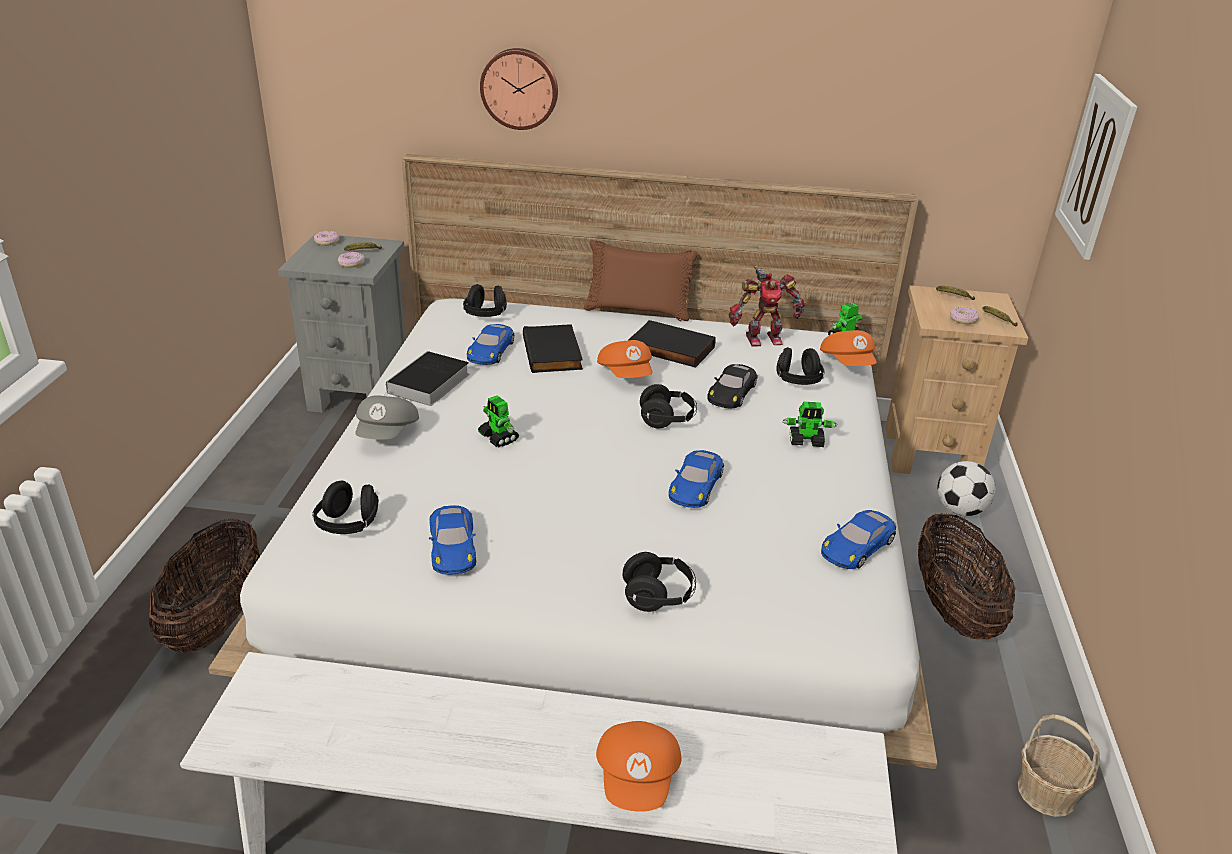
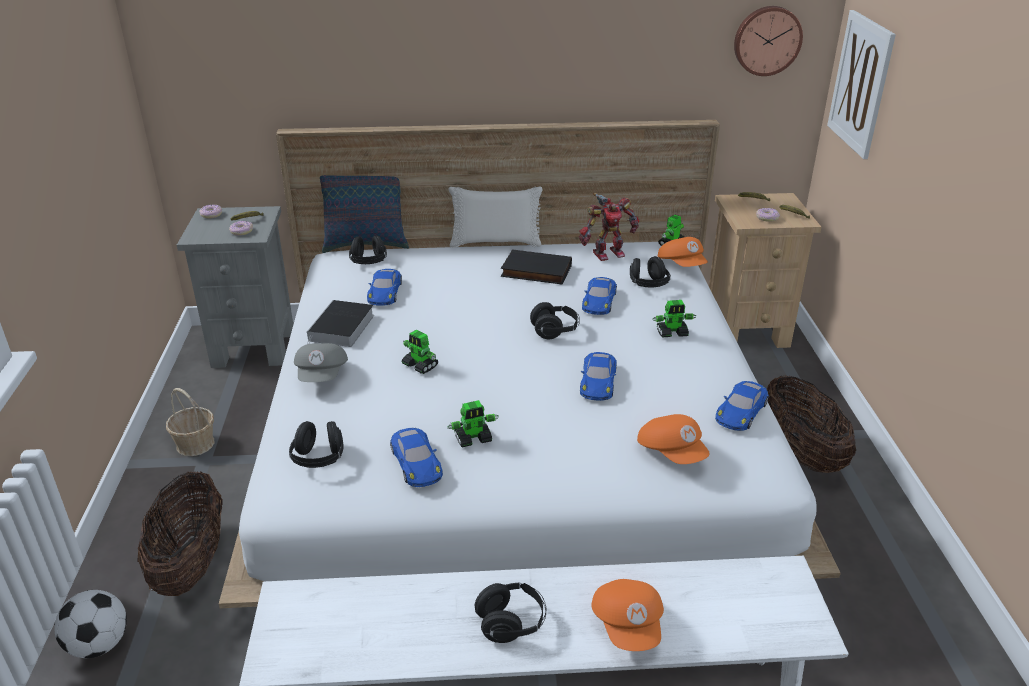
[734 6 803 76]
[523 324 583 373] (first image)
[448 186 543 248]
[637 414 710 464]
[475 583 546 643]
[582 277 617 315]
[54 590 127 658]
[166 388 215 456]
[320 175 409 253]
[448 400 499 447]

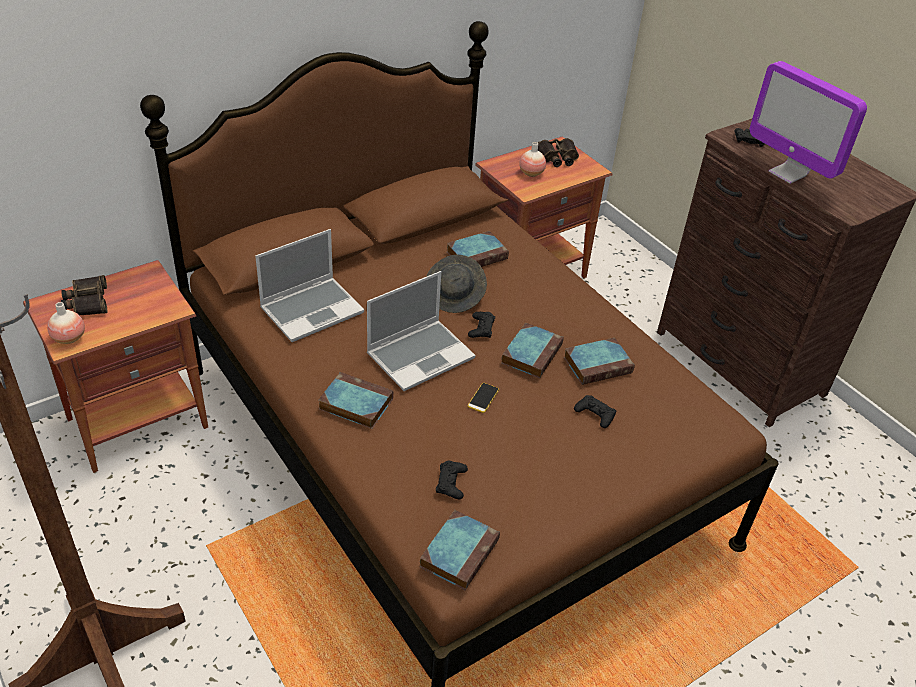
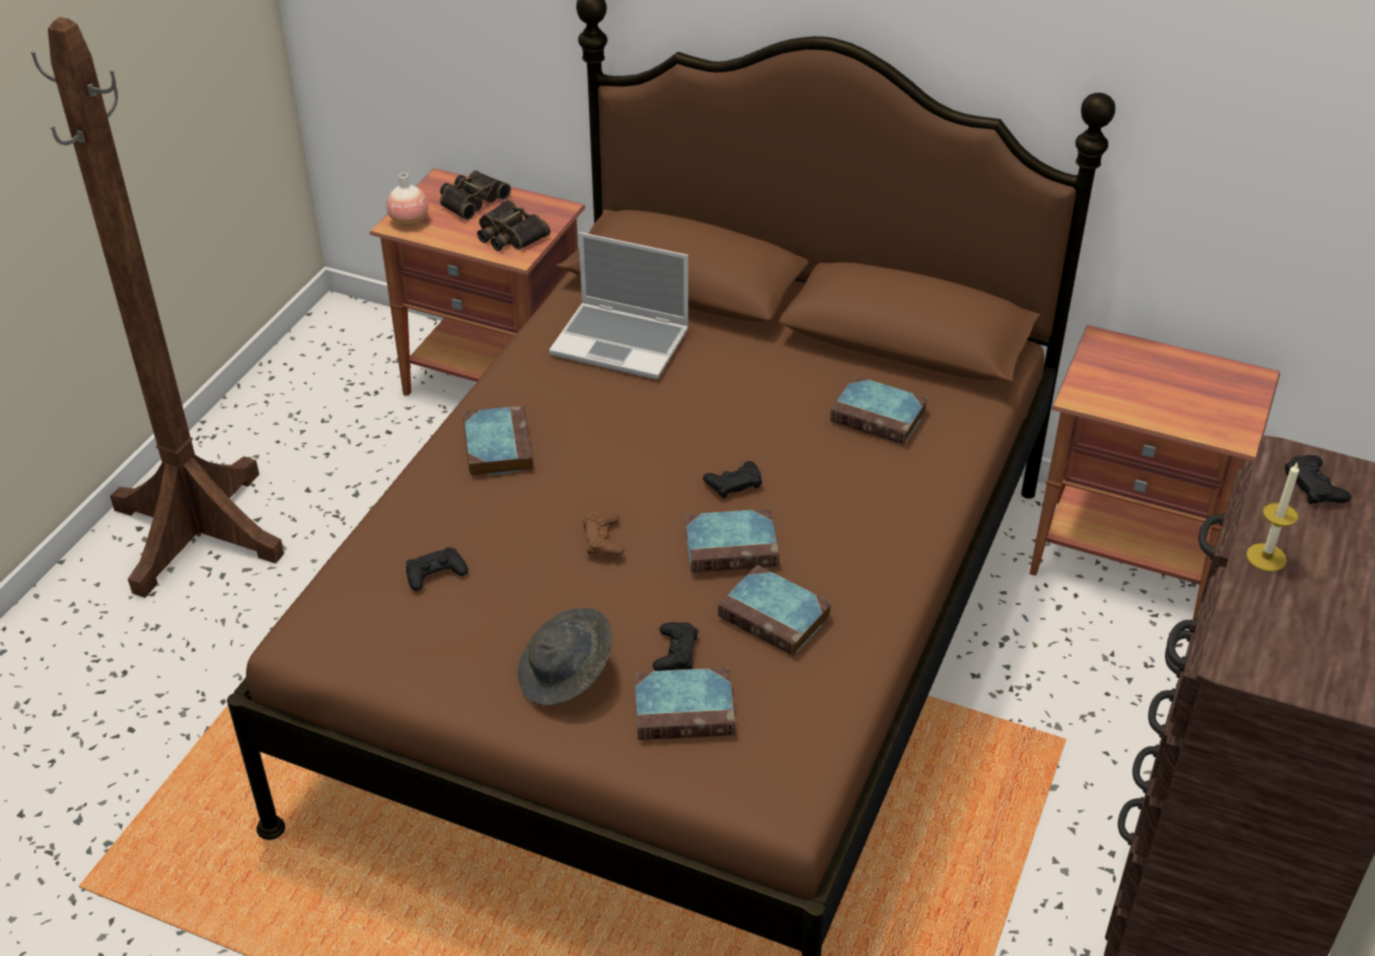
[367 271 475 391] (first image)
[635 667 735 740]
[517 608 612 706]
[583 512 624 556]
[519 142 546 177] (first image)
[477 200 550 251]
[1246 463 1299 572]

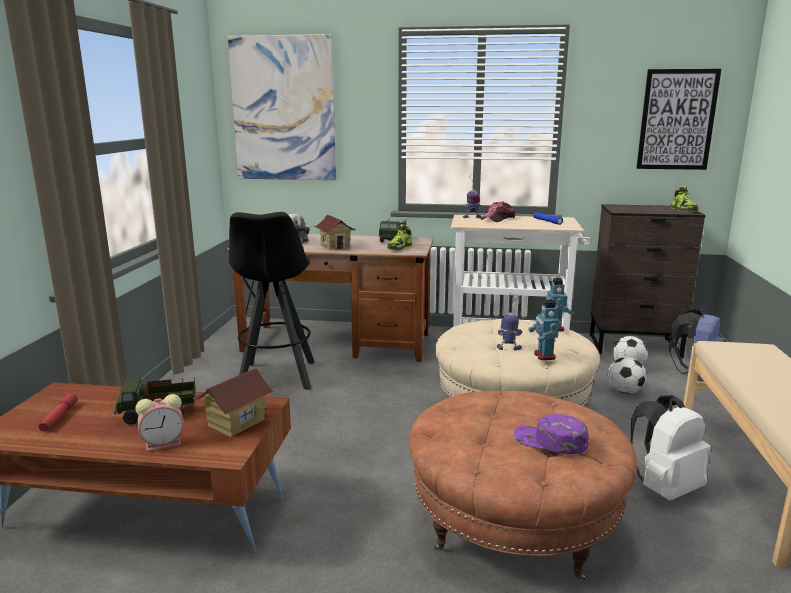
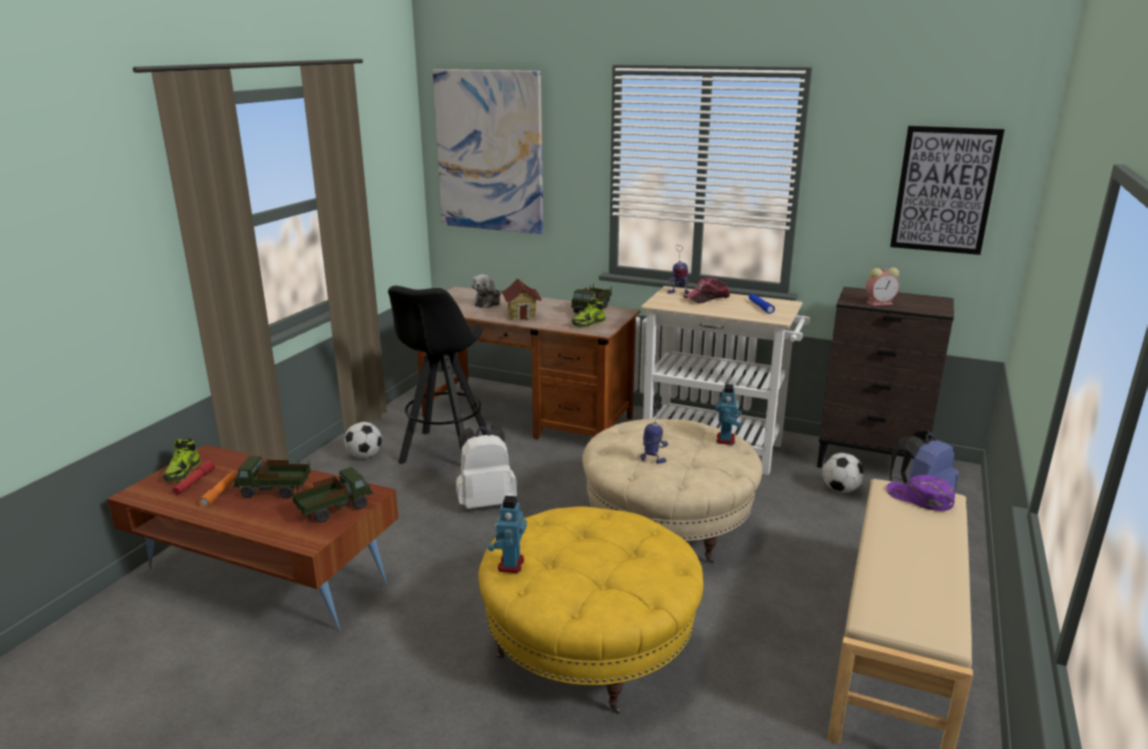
[866 267 899 306]
[292 467 373 522]
[478 506 703 714]
[887 475 955 511]
[488 496 527 573]
[344 422 382 459]
[456 425 517 509]
[163 438 201 482]
[199 471 238 507]

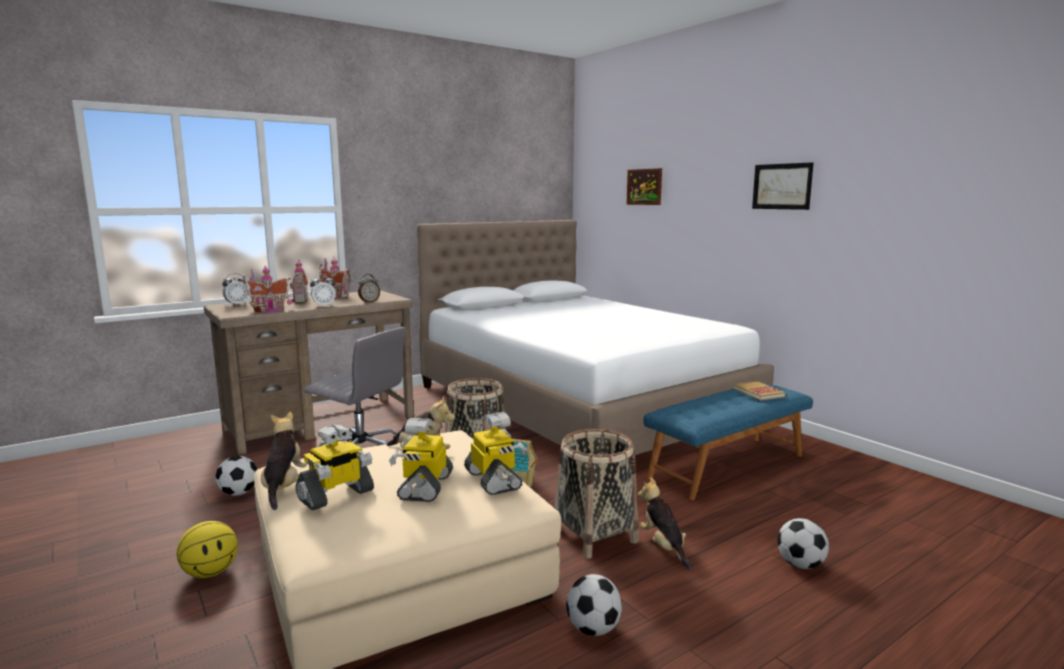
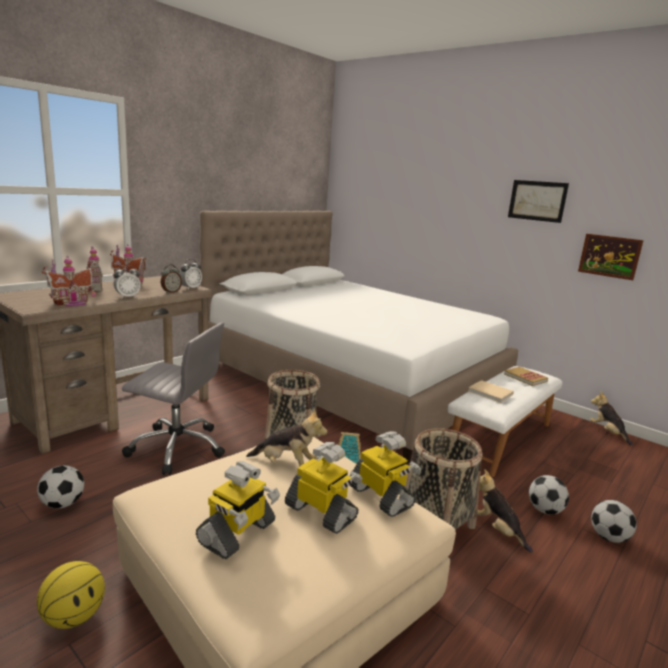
[179 259 202 290]
[590 392 633 446]
[285 442 362 534]
[529 475 569 515]
[578 234 644 280]
[448 366 563 477]
[468 380 514 403]

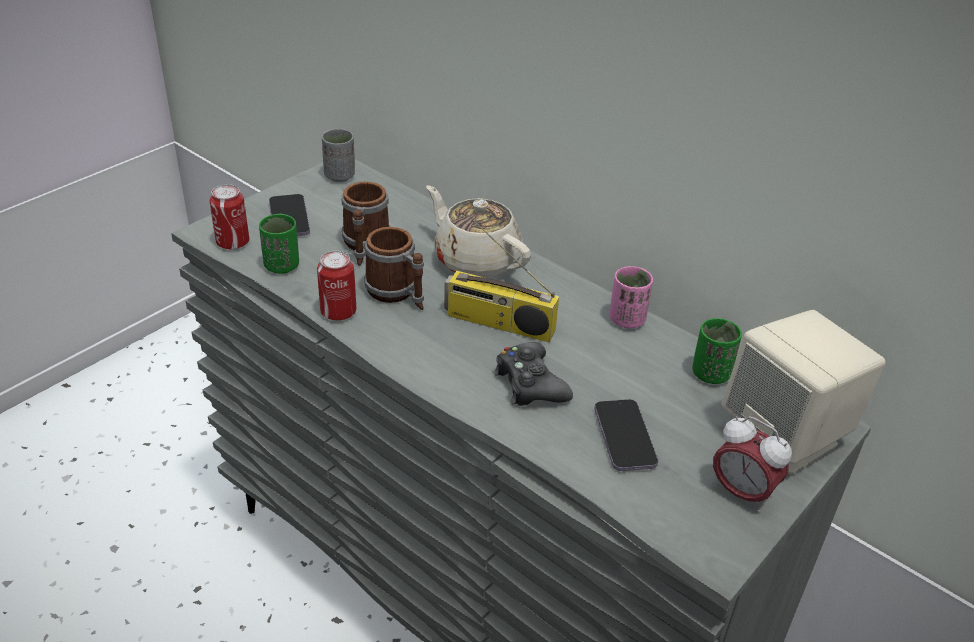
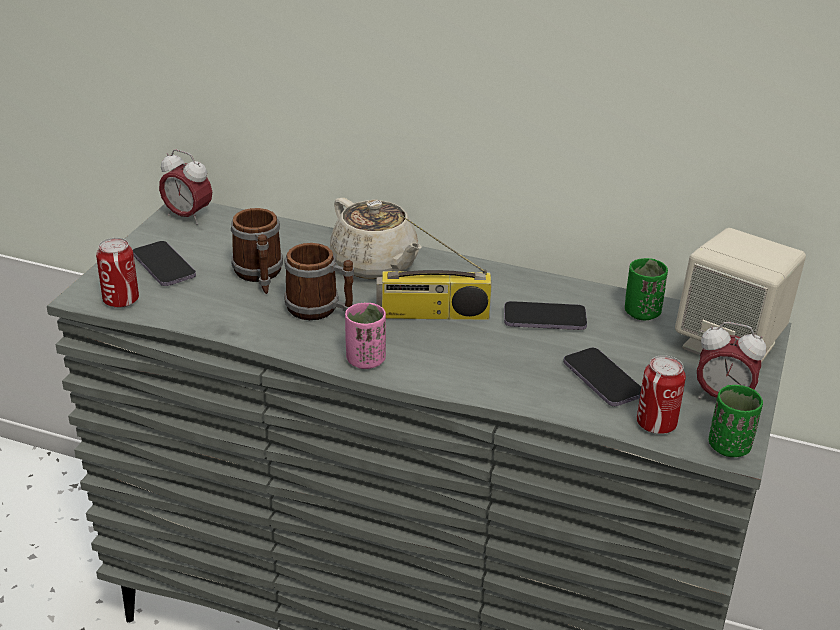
[708 385 763 457]
[637 355 686 434]
[159 149 212 225]
[330 198 422 279]
[494 342 573 406] (first image)
[345 303 386 369]
[504 301 587 330]

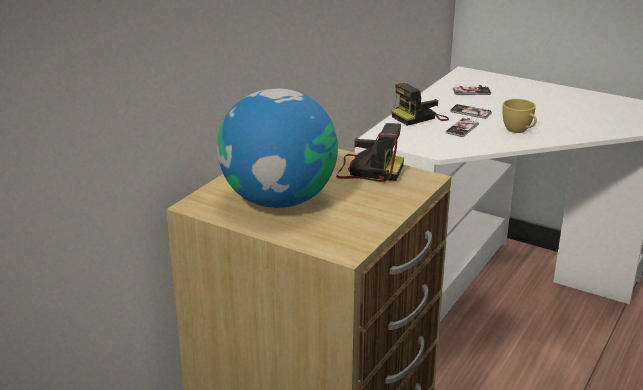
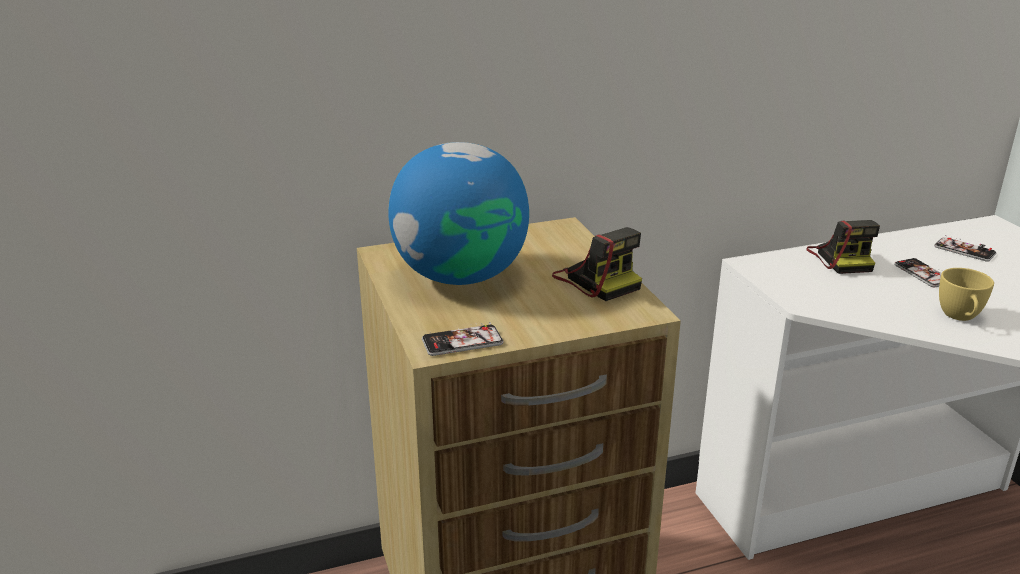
[806 220 880 274]
[422 322 503 356]

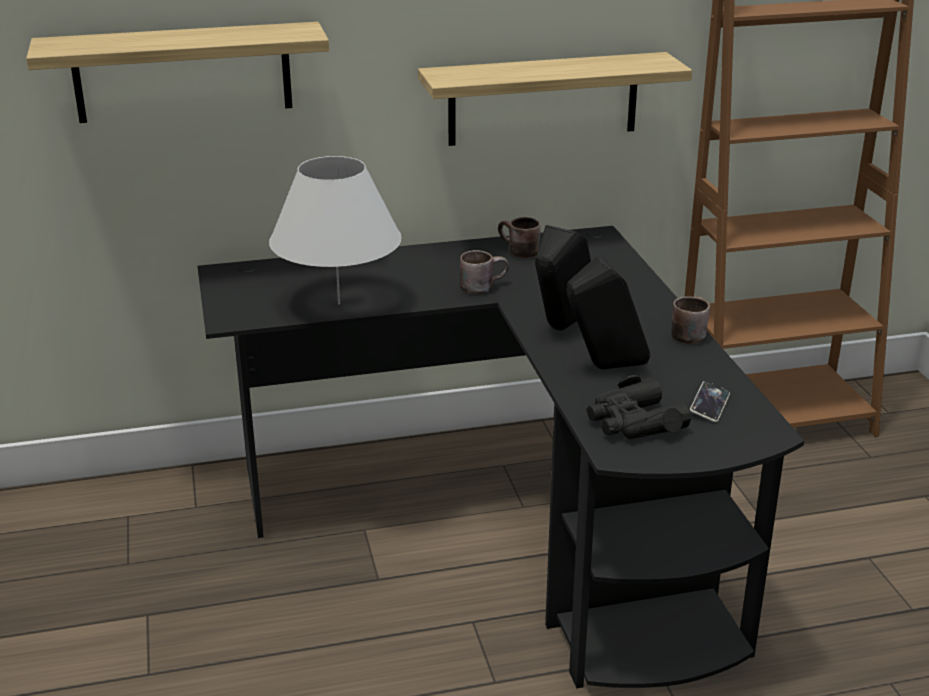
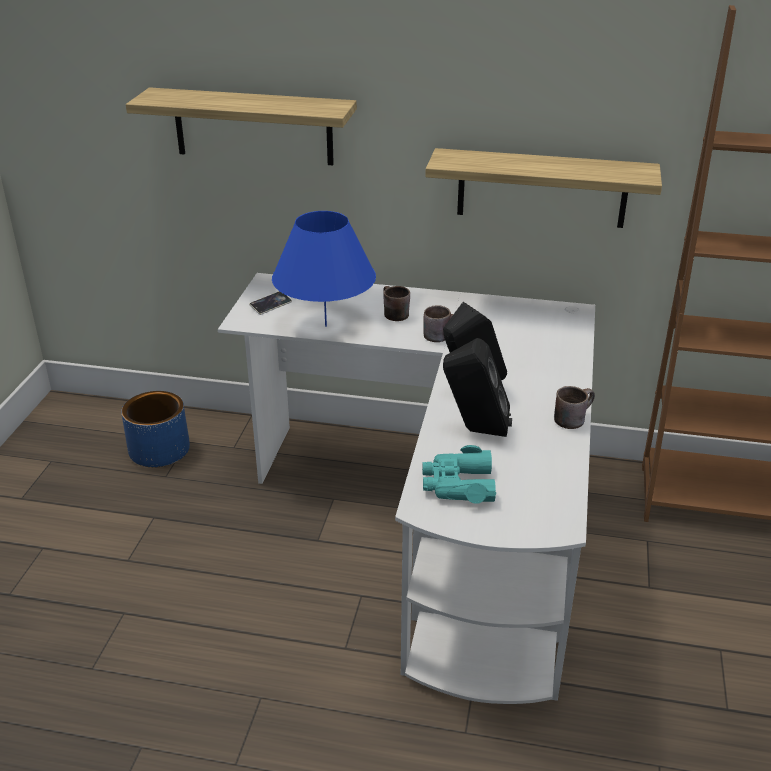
[218 273 595 704]
[272 211 376 327]
[383 286 410 321]
[422 445 496 504]
[249 291 292 315]
[121 391 190 468]

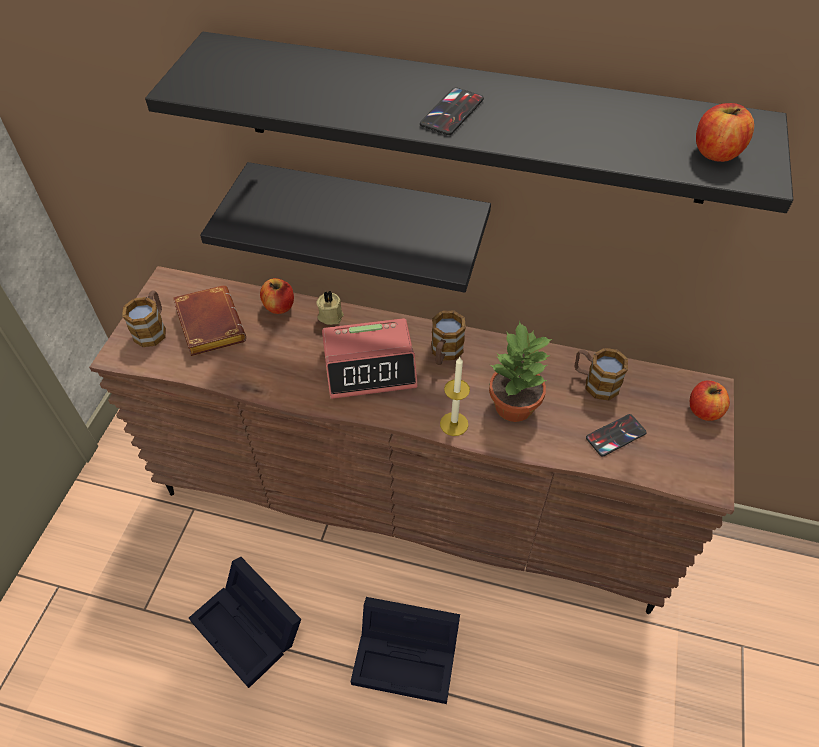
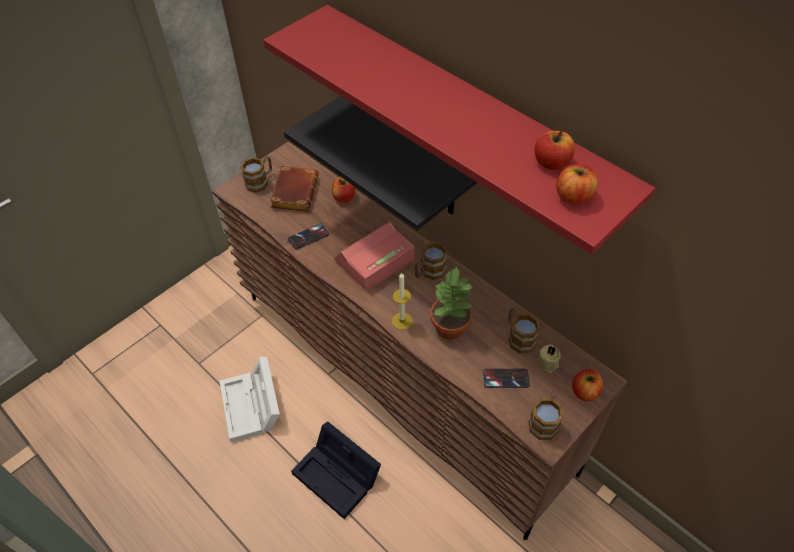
[263 5 655 255]
[220 357 280 442]
[536 344 561 373]
[334 221 415 291]
[288 224 329 250]
[529 390 564 440]
[535 131 575 170]

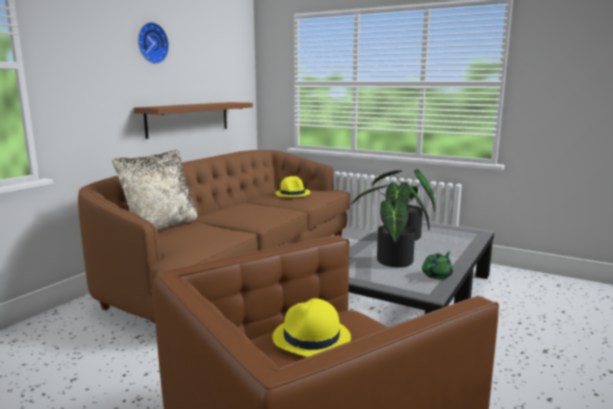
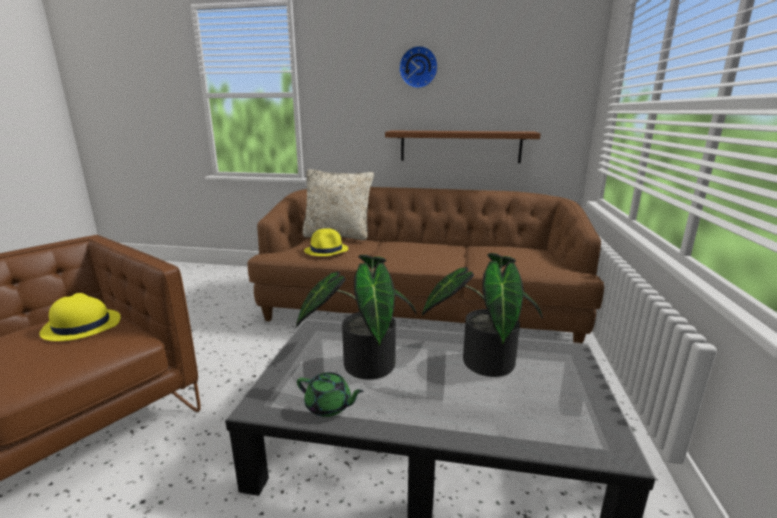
[304 228 348 256]

